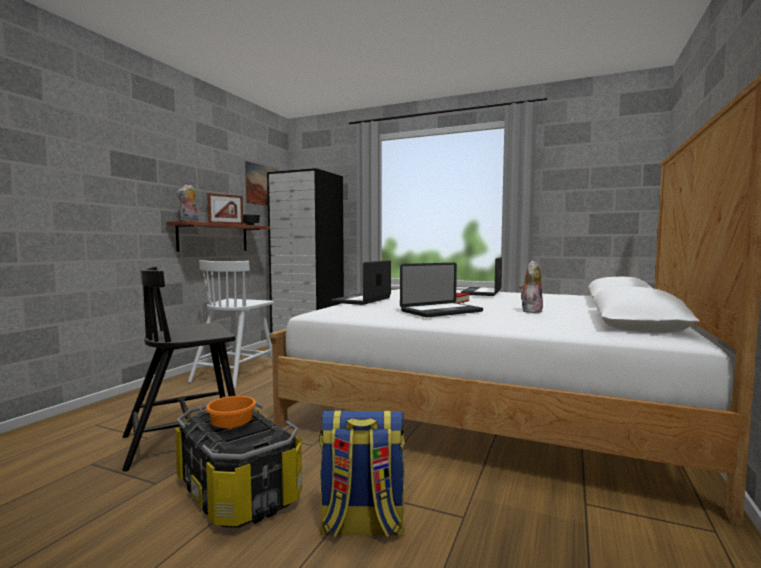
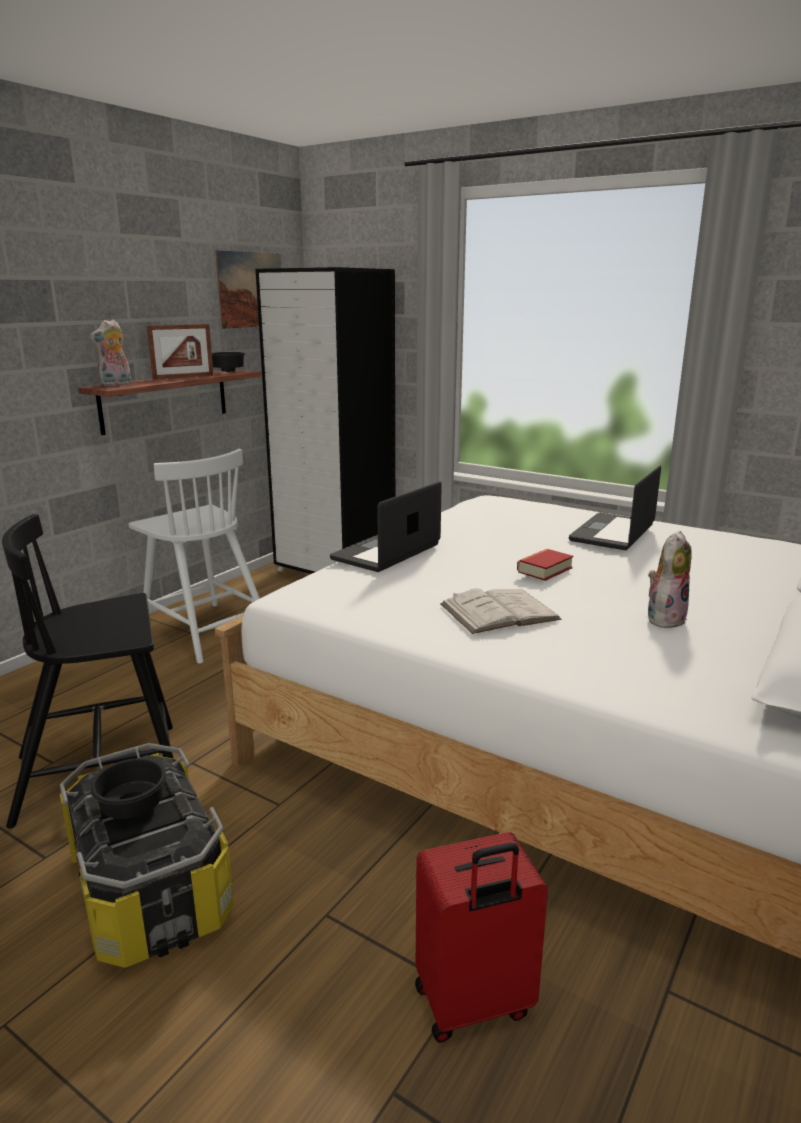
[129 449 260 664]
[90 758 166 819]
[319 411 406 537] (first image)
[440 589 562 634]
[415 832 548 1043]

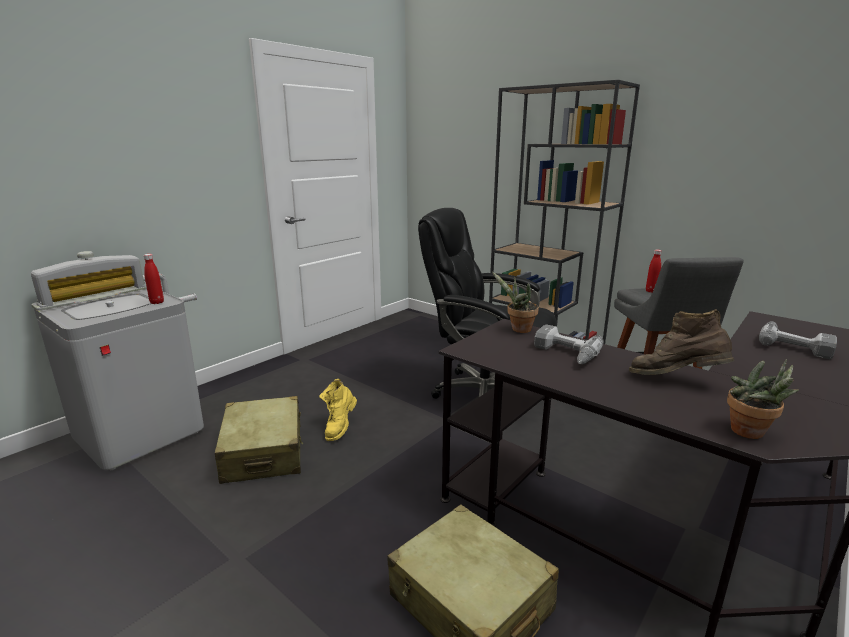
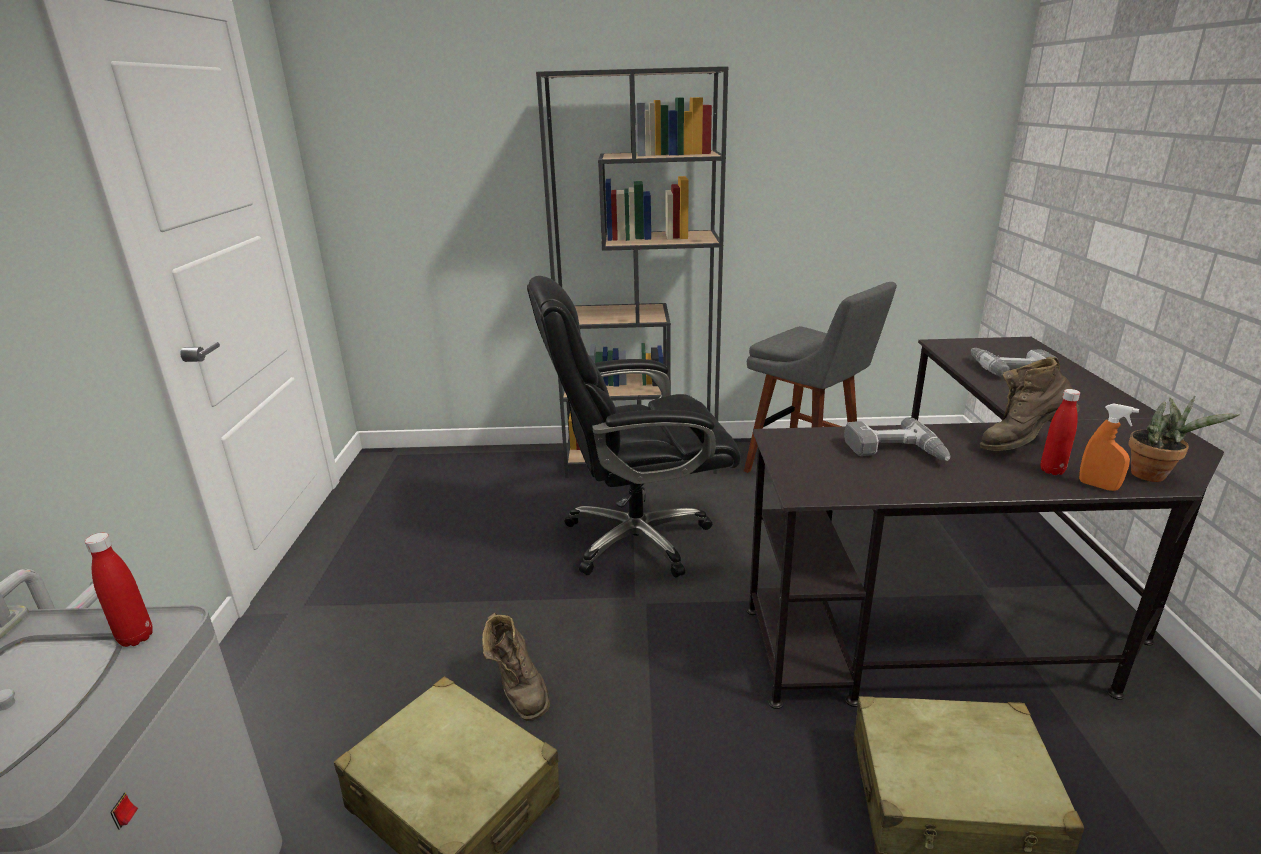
[482 613 550 721]
[492 272 539 333] (first image)
[1041 389 1080 475]
[1079 403 1139 491]

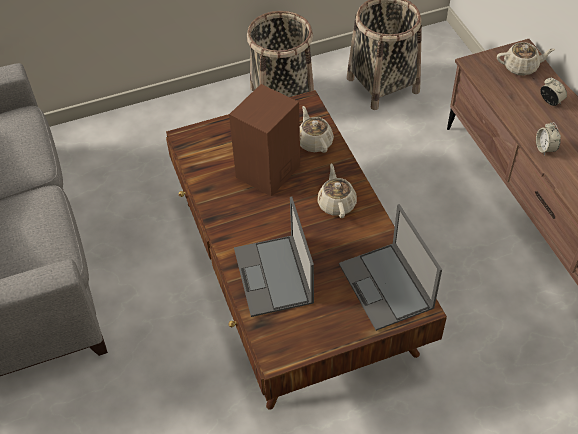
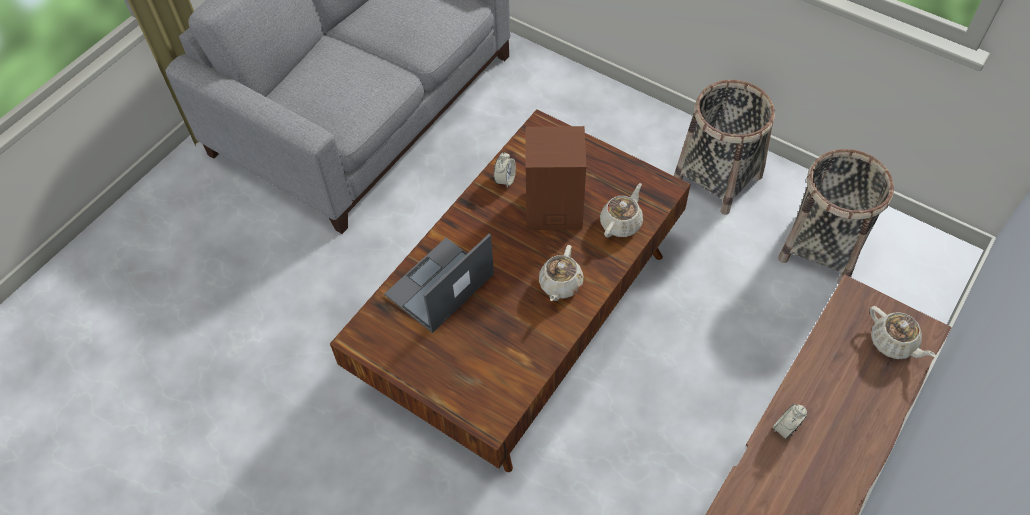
[539 245 583 301]
[339 204 442 331] (first image)
[494 152 516 188]

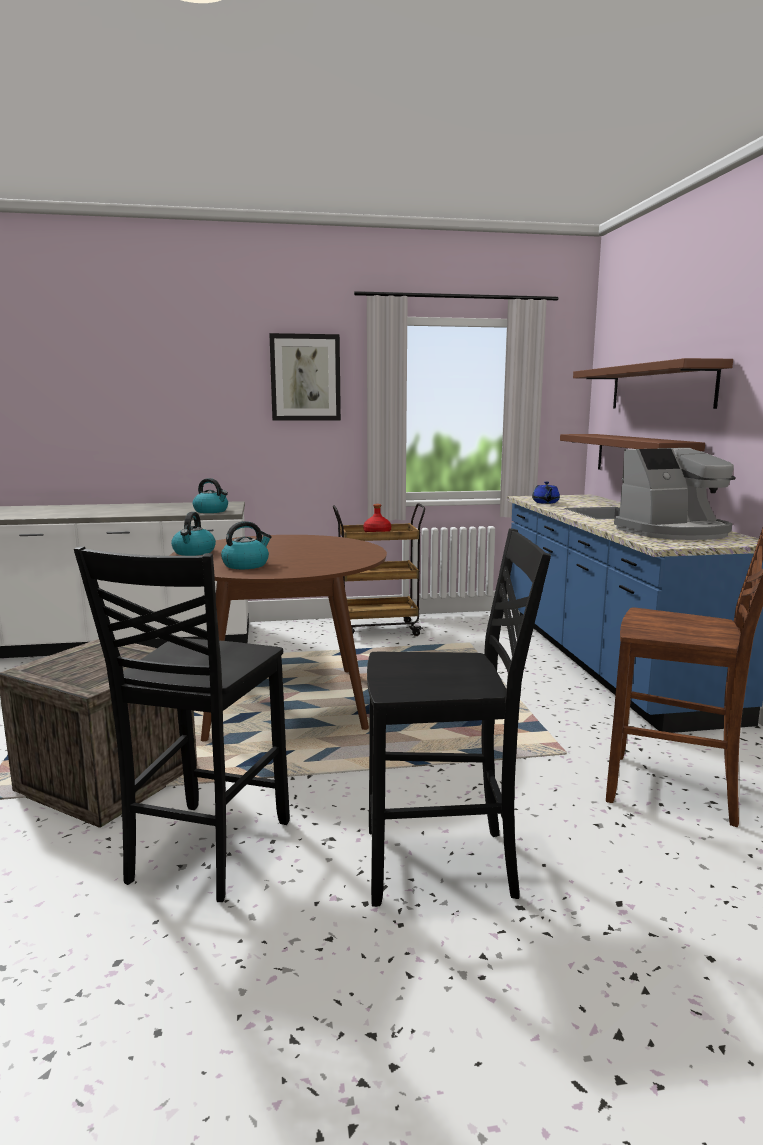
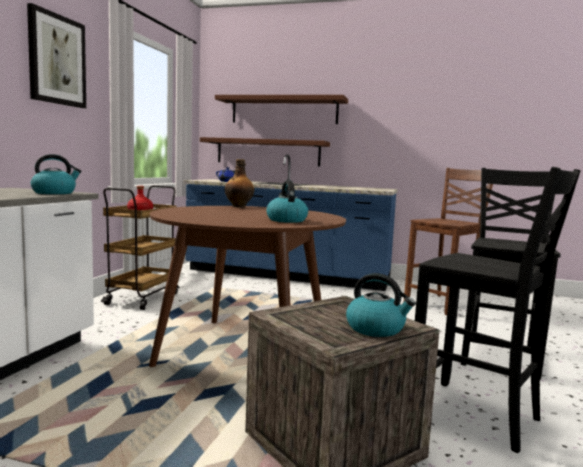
[346 273 416 337]
[614 448 735 540] (first image)
[225 159 254 208]

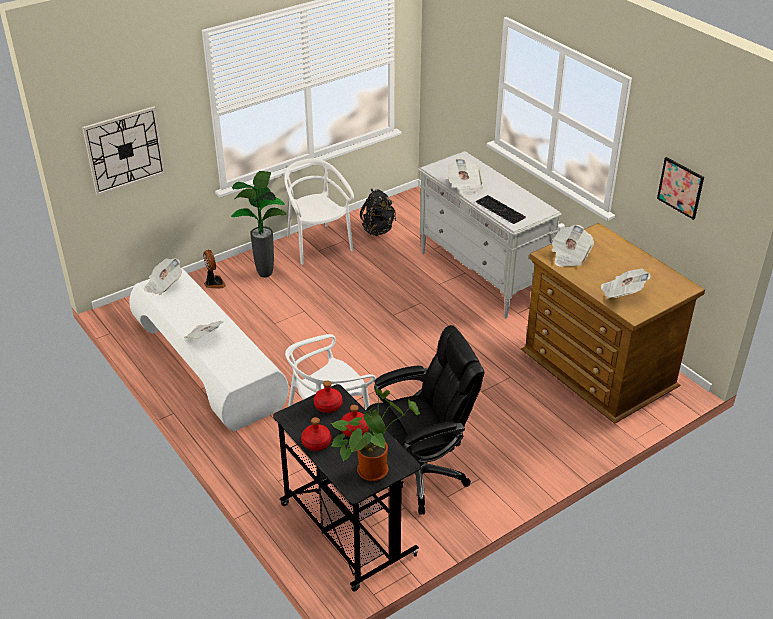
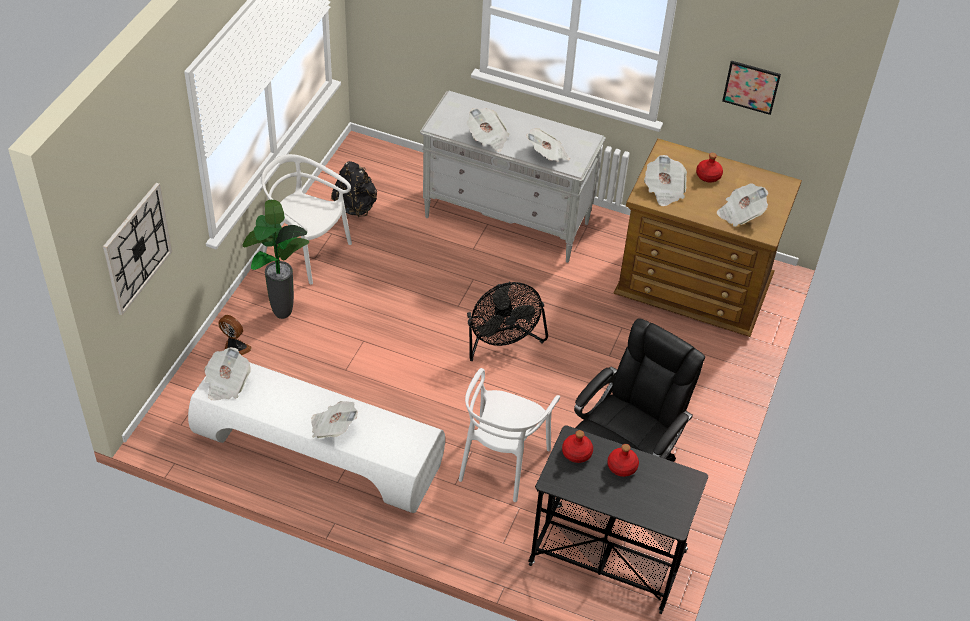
[696 153 723 182]
[331 389 420 481] (first image)
[526 128 570 161]
[467 281 548 361]

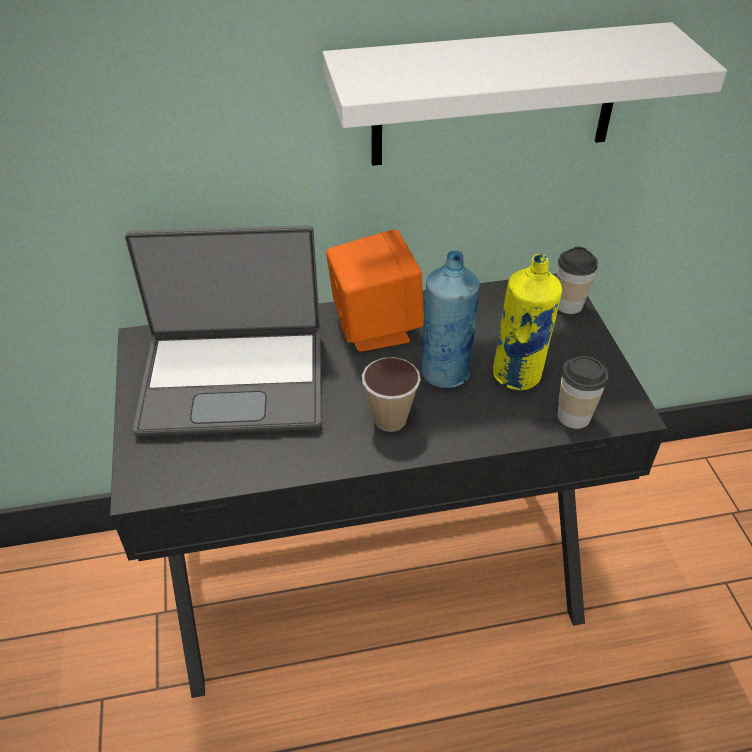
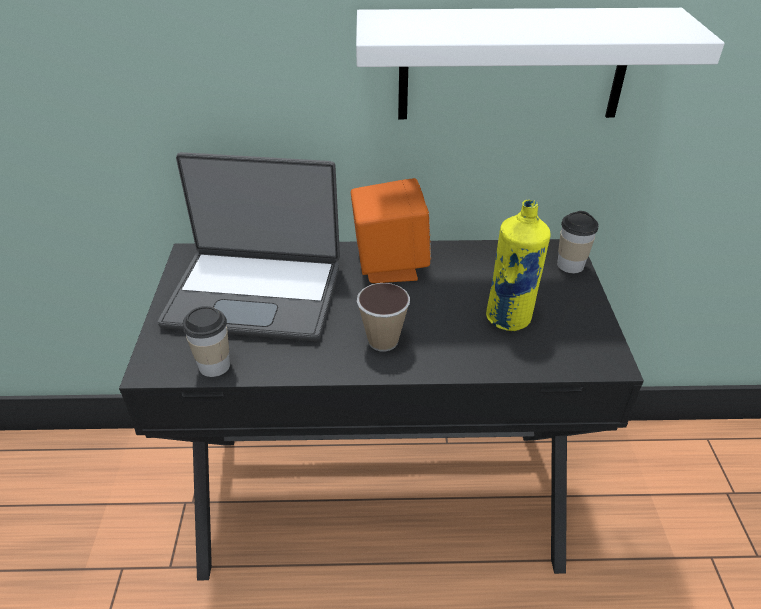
[421 250 480 388] (first image)
[183 306 230 377]

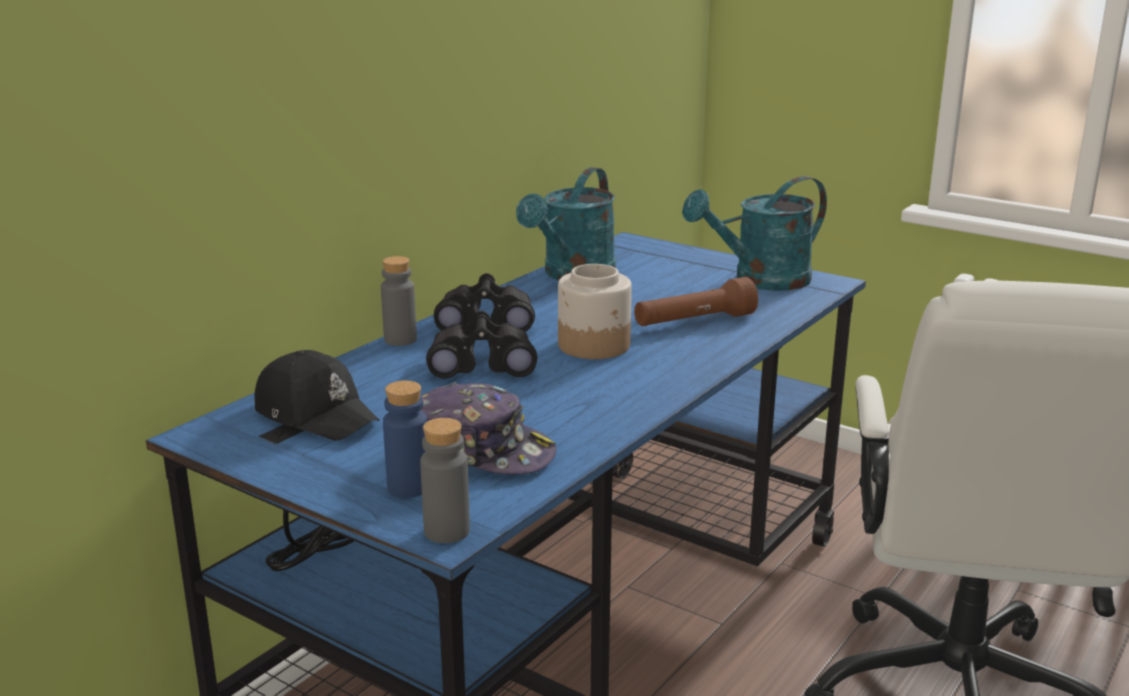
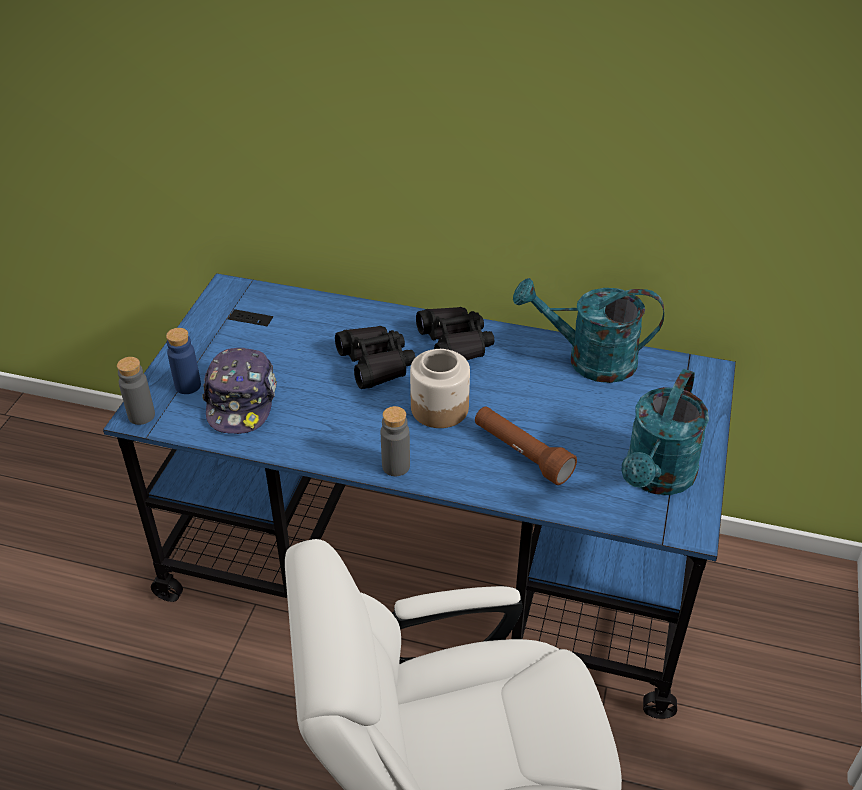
[254 350 380 440] (first image)
[381 406 410 476]
[622 369 709 495]

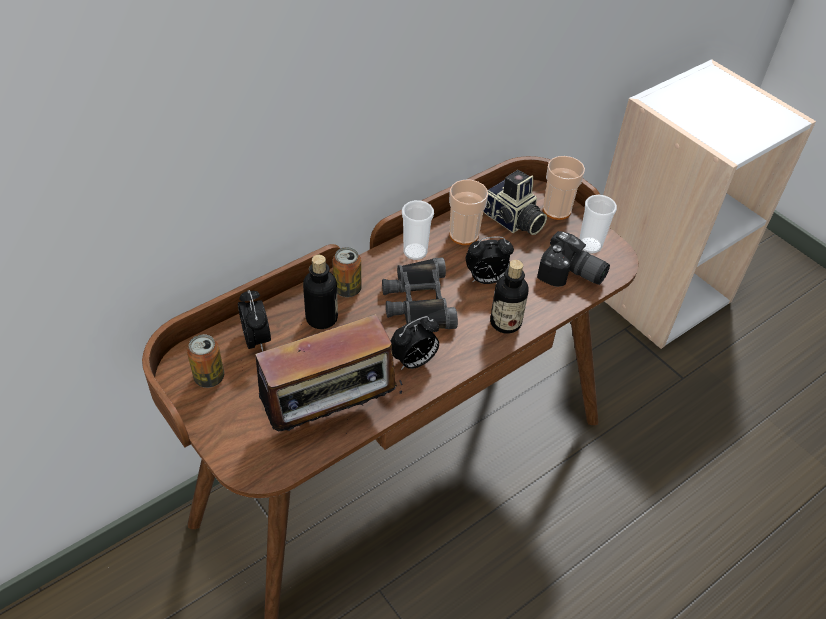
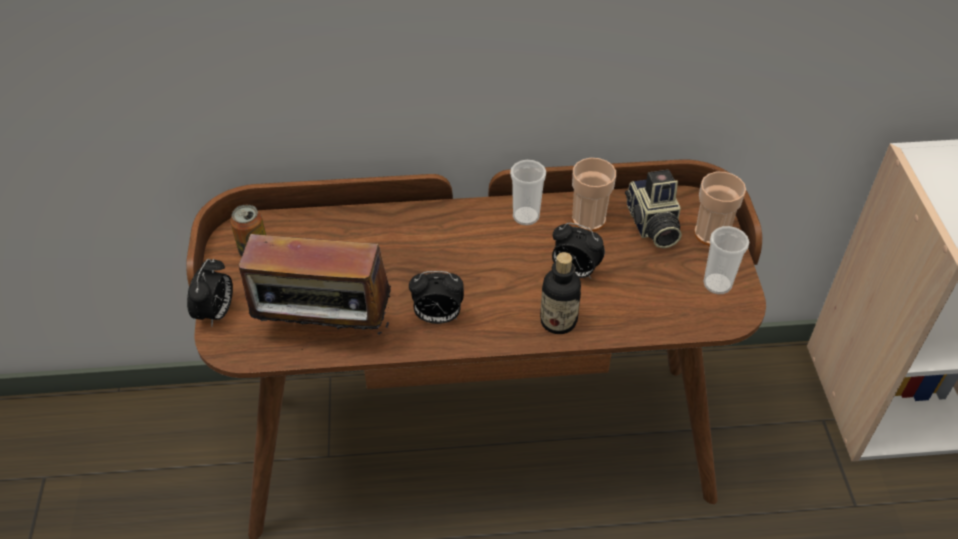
[187 259 233 327]
[303 255 338 329] (first image)
[333 247 362 297] (first image)
[382 257 458 329] (first image)
[537 231 610 287] (first image)

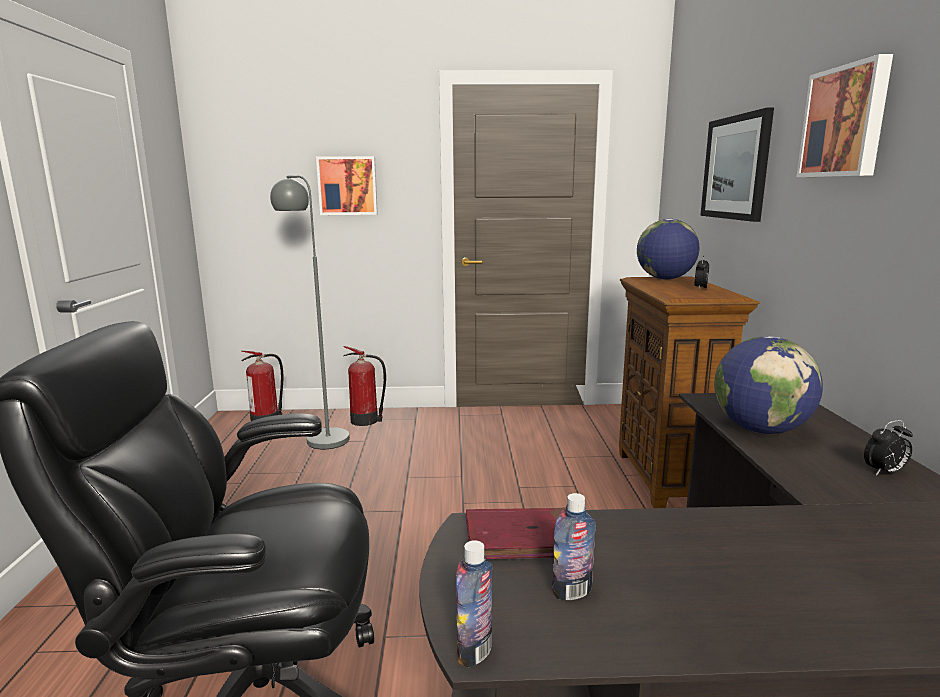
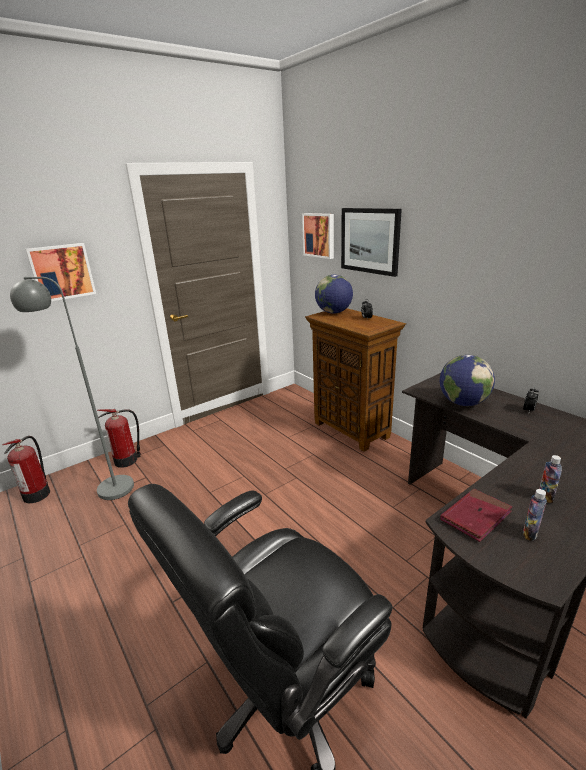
[539 455 562 503]
[302 213 334 259]

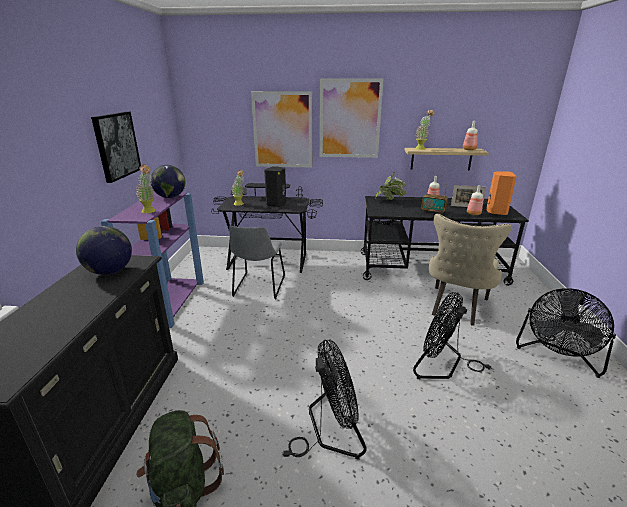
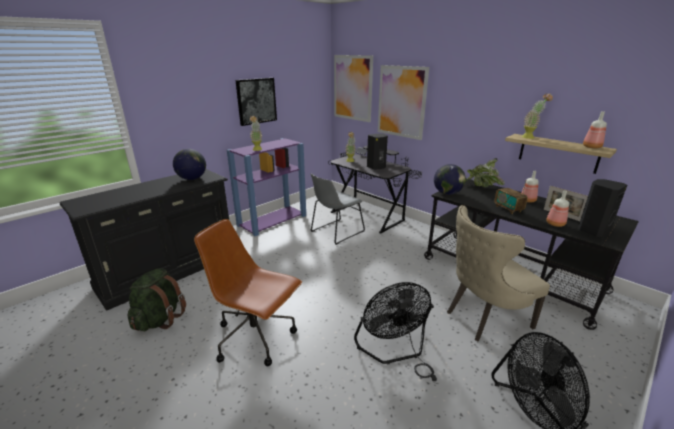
[434 164 466 195]
[194 219 302 366]
[334 55 373 122]
[578 179 627 237]

